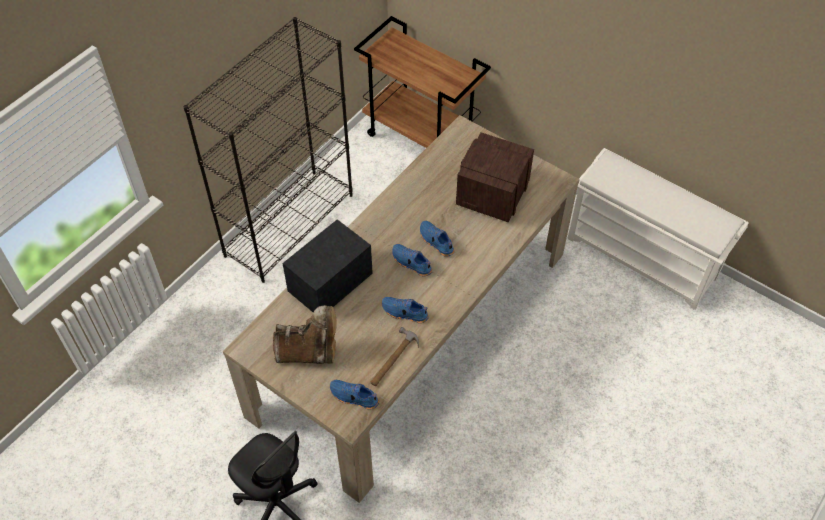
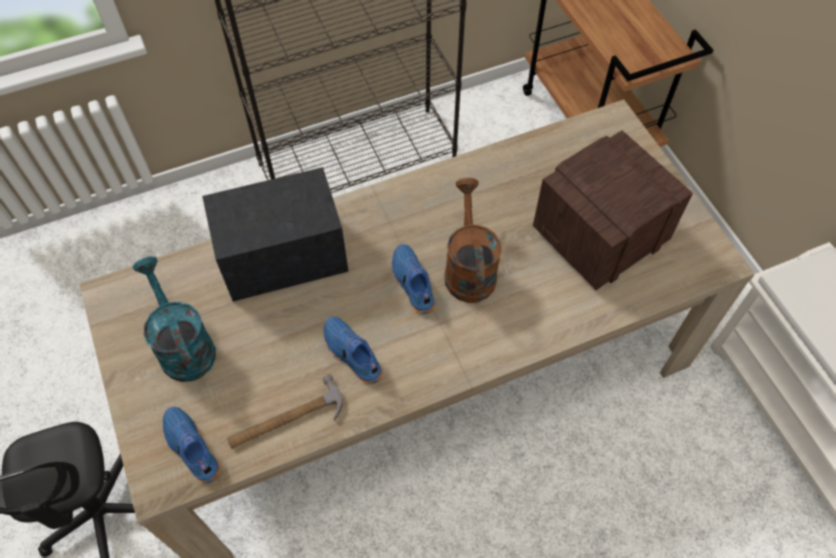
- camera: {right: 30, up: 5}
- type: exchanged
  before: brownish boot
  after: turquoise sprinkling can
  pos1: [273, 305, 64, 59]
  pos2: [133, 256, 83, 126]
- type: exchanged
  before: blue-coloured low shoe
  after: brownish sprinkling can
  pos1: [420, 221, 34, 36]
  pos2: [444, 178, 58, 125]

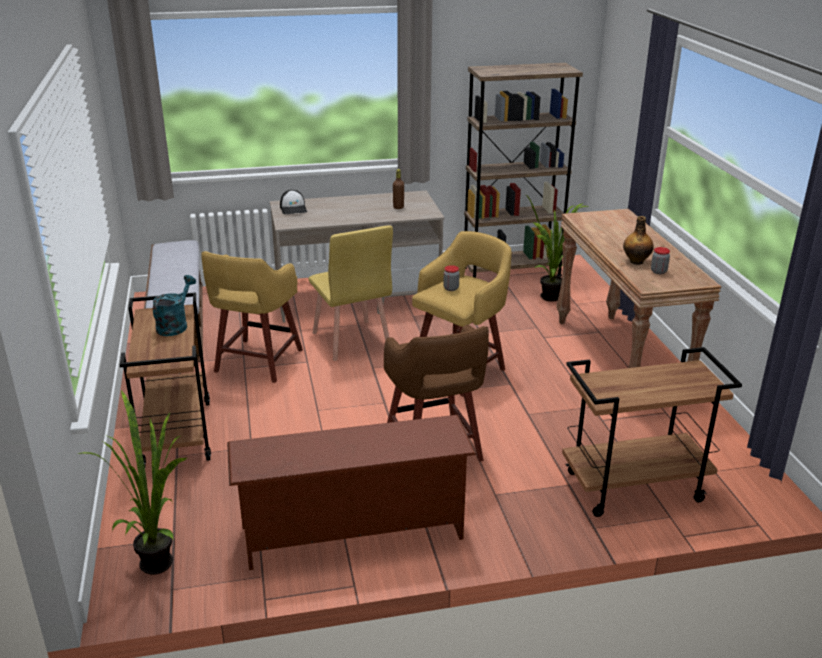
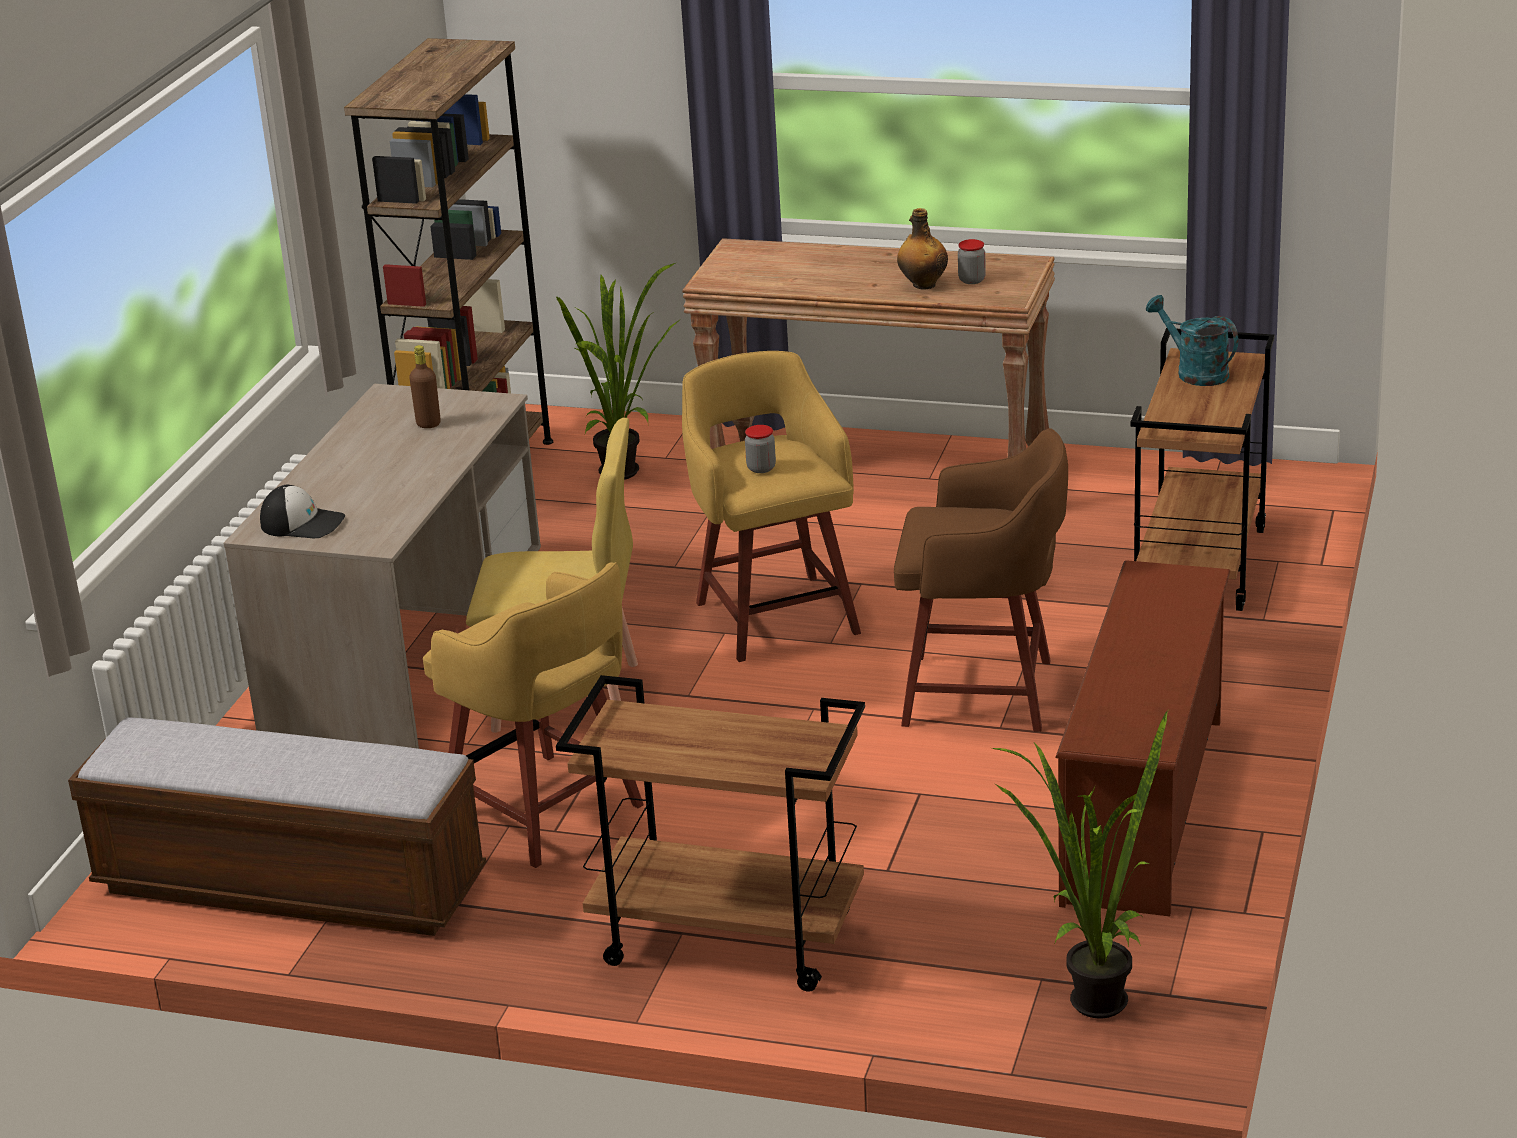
- camera: {right: -60, up: 0}
- type: relocated
  before: turquoise sprinkling can
  pos1: [153, 275, 43, 61]
  pos2: [1146, 295, 92, 91]

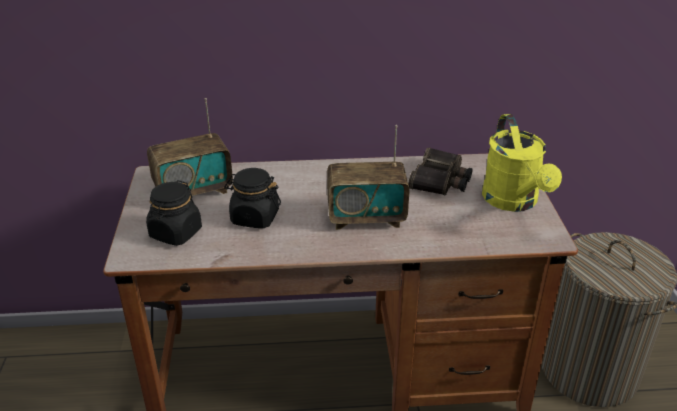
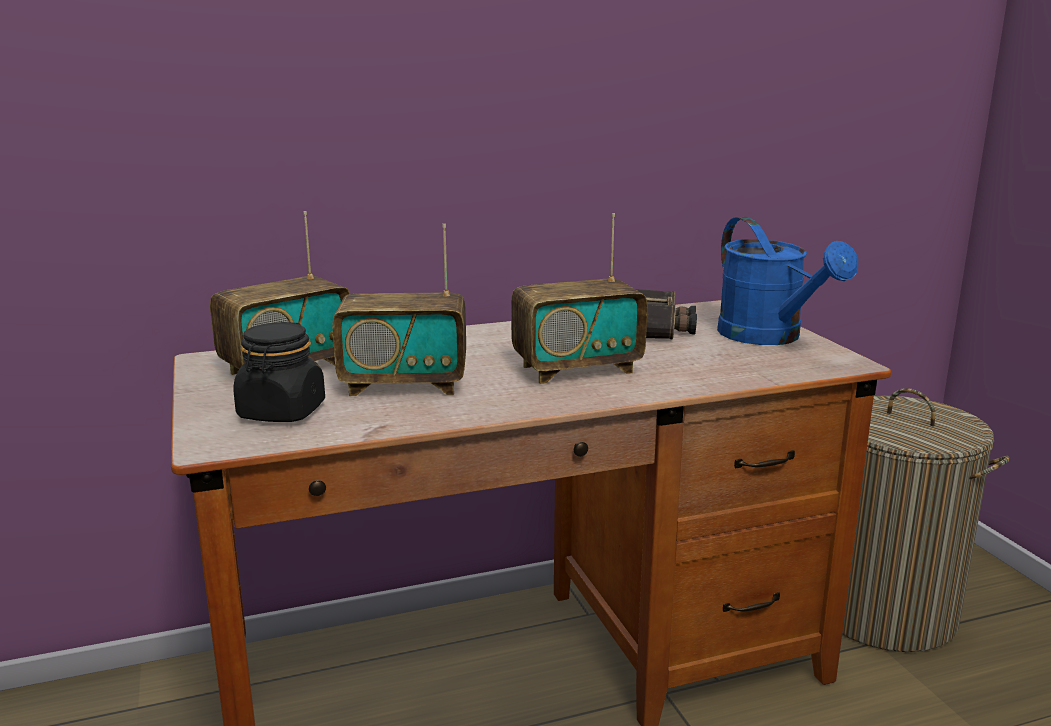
- camera: {right: -15, up: -15}
- type: exchanged
  before: black-coloured preserve jar
  after: radio set
  pos1: [224, 168, 57, 60]
  pos2: [332, 224, 134, 172]
- type: colour
  before: yellowish sprinkling can
  after: blue-coloured sprinkling can
  pos1: [482, 114, 80, 98]
  pos2: [717, 217, 141, 128]

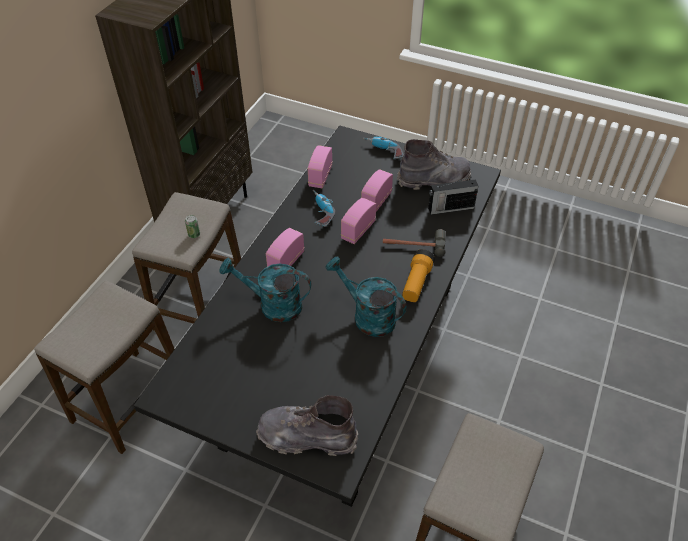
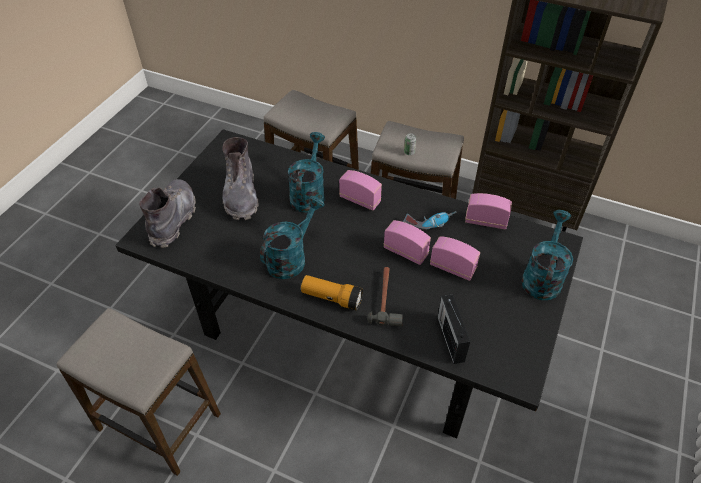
- camera: {right: 90, up: 0}
- type: relocated
  before: greyish boot
  pos1: [397, 139, 74, 51]
  pos2: [222, 137, 36, 83]
- type: exchanged
  before: electric drill
  after: turquoise sprinkling can
  pos1: [363, 137, 41, 22]
  pos2: [521, 210, 52, 90]

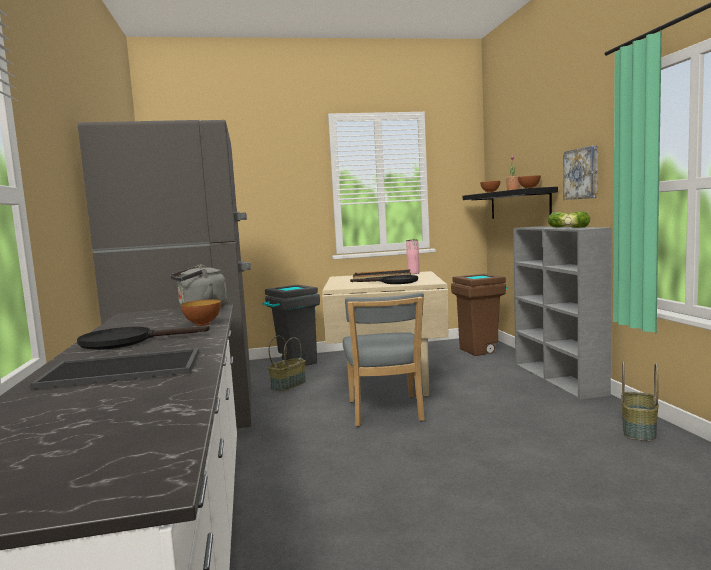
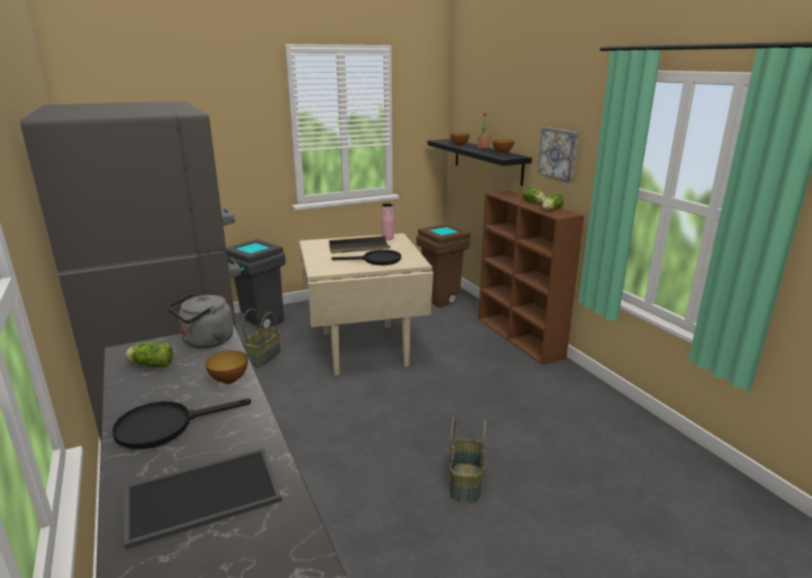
- camera: {right: -15, up: 15}
- type: appeared
  after: head of lettuce
  pos2: [125, 342, 48, 25]
- type: relocated
  before: basket
  pos1: [621, 361, 38, 80]
  pos2: [449, 416, 37, 86]
- type: colour
  before: greyish bookshelf
  after: brownish bookshelf
  pos1: [513, 226, 99, 174]
  pos2: [478, 190, 106, 175]
- type: missing
  before: greyish upright chair
  pos1: [343, 293, 82, 134]

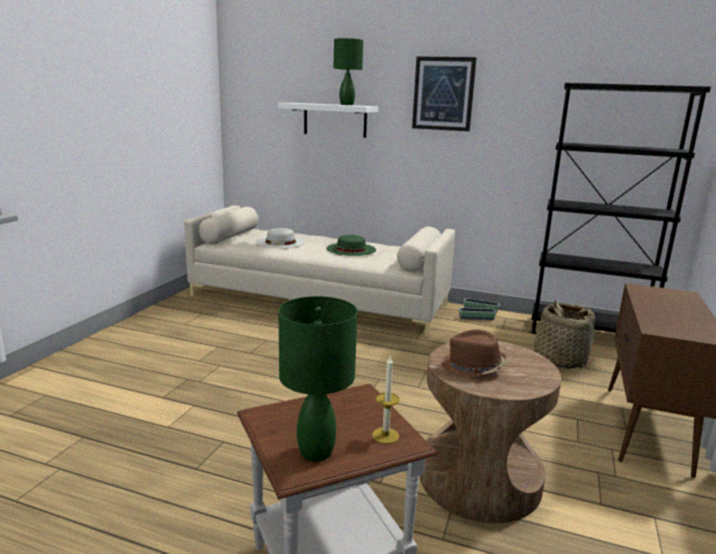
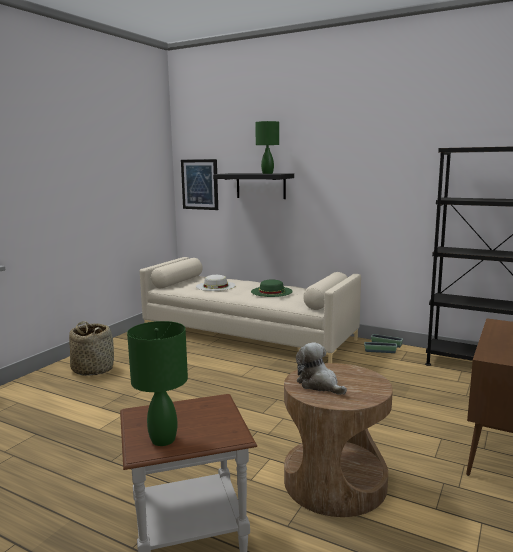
- camera: {right: 10, up: -5}
- type: relocated
  before: basket
  pos1: [532, 300, 63, 69]
  pos2: [69, 321, 45, 55]
- type: relocated
  before: picture
  pos1: [412, 56, 65, 75]
  pos2: [181, 159, 37, 51]
- type: colour
  before: whitish bracket shelf
  after: black-coloured bracket shelf
  pos1: [278, 103, 100, 35]
  pos2: [213, 173, 81, 26]
- type: exchanged
  before: brownish clothing hat
  after: cuddly toy
  pos1: [441, 330, 66, 47]
  pos2: [296, 342, 51, 53]
- type: missing
  before: wax candle
  pos1: [372, 355, 28, 89]

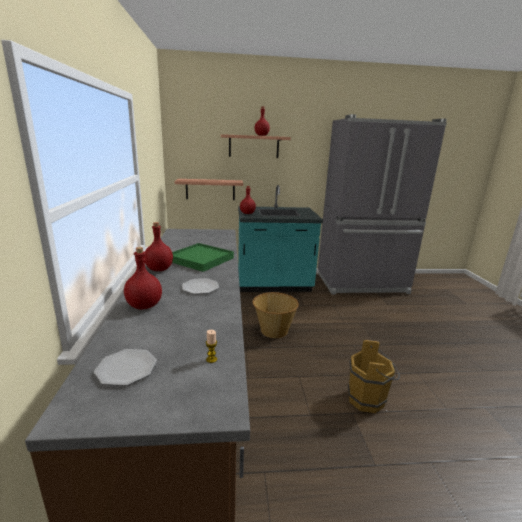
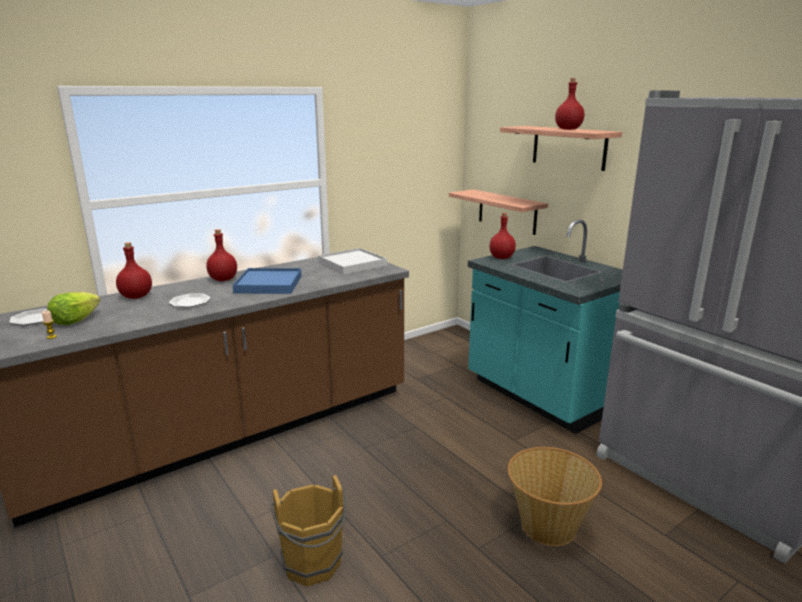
- camera: {right: 60, up: 0}
- type: appeared
  after: head of lettuce
  pos2: [47, 292, 53, 33]
- type: colour
  before: greenish carrying tray
  after: blue-coloured carrying tray
  pos1: [172, 243, 62, 29]
  pos2: [233, 268, 69, 26]
- type: appeared
  after: whitish carrying tray
  pos2: [318, 248, 69, 27]
- type: relocated
  before: basket
  pos1: [253, 292, 46, 46]
  pos2: [508, 447, 94, 99]

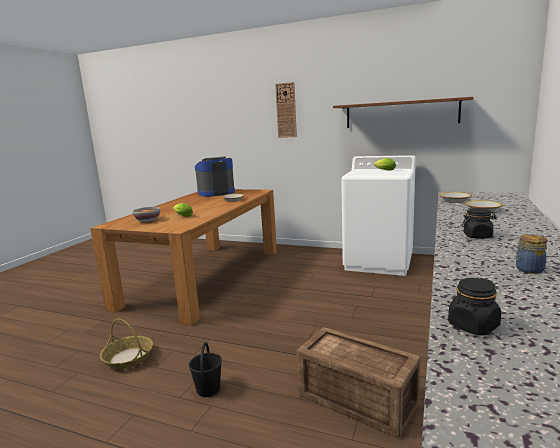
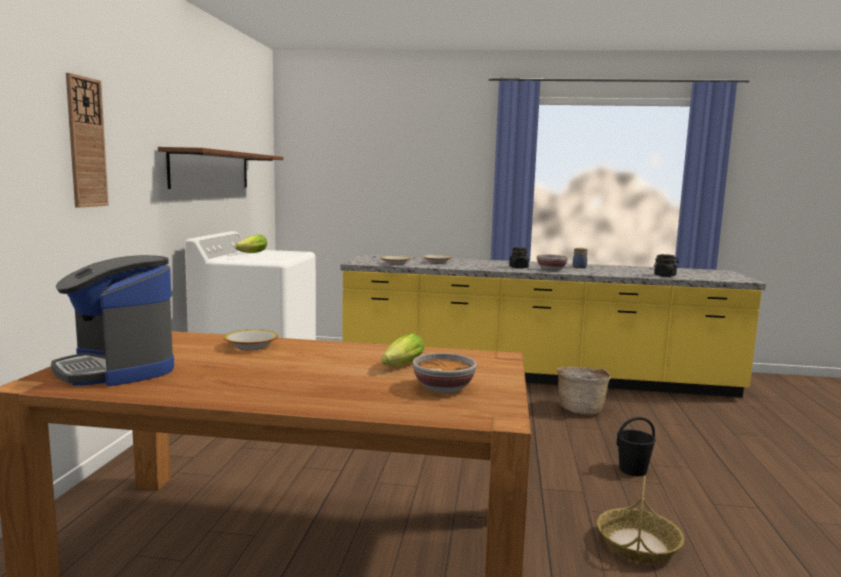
- camera: {right: -105, up: -5}
- type: appeared
  after: serving bowl
  pos2: [537, 254, 31, 16]
- type: exchanged
  before: crate
  after: basket
  pos1: [297, 327, 123, 111]
  pos2: [557, 367, 54, 47]

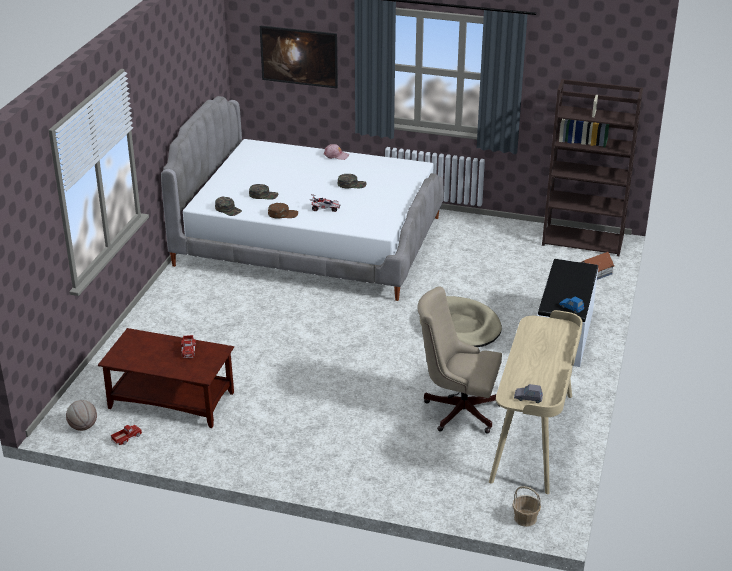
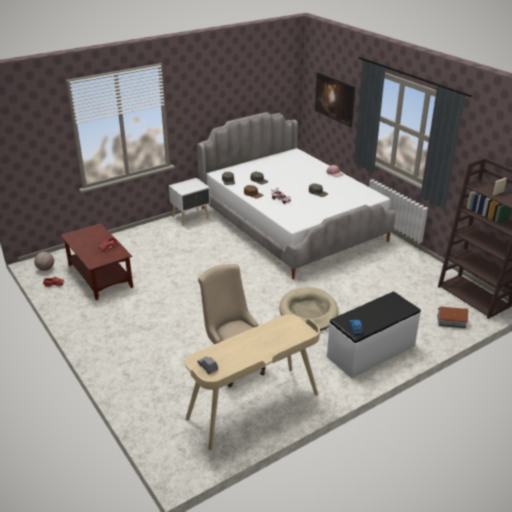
- camera: {right: 40, up: 0}
- type: appeared
  after: whitish nightstand
  pos2: [169, 178, 41, 48]
- type: missing
  before: basket
  pos1: [512, 486, 29, 41]

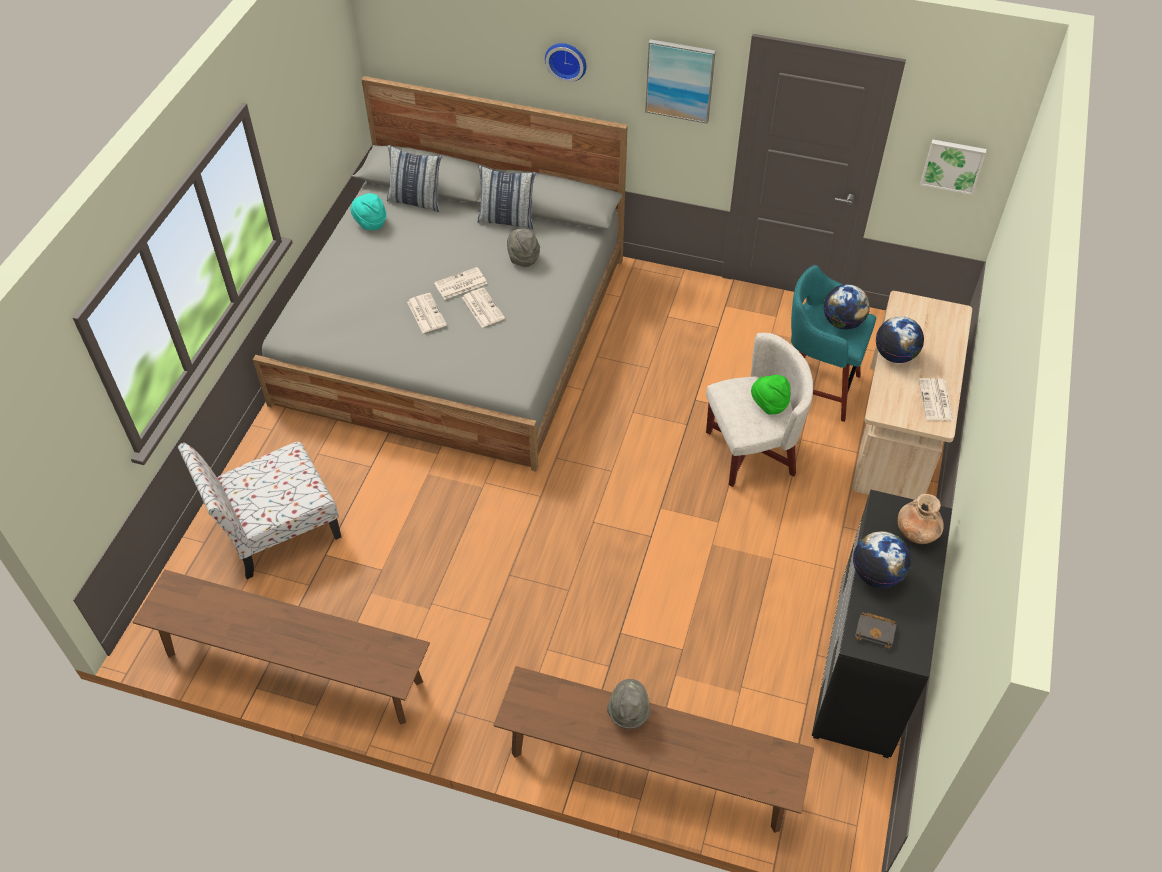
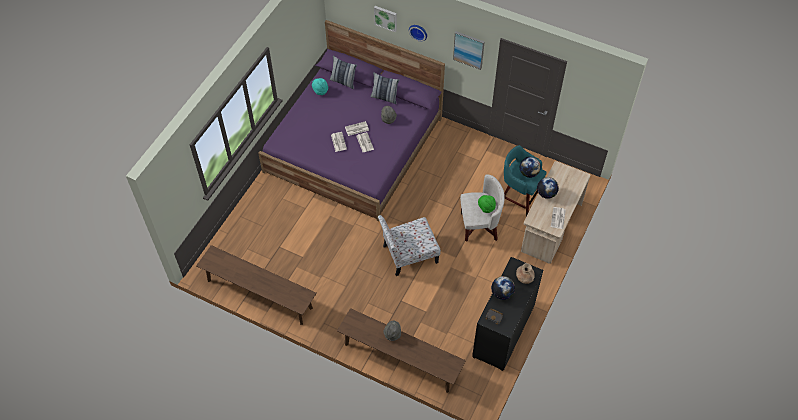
- camera: {right: 10, up: 5}
- type: colour
  before: greyish bed
  after: purple bed
  pos1: [253, 76, 375, 396]
  pos2: [258, 20, 187, 201]
- type: relocated
  before: picture
  pos1: [920, 139, 66, 56]
  pos2: [374, 6, 23, 26]
- type: relocated
  before: upright chair
  pos1: [178, 442, 163, 137]
  pos2: [378, 215, 63, 61]

